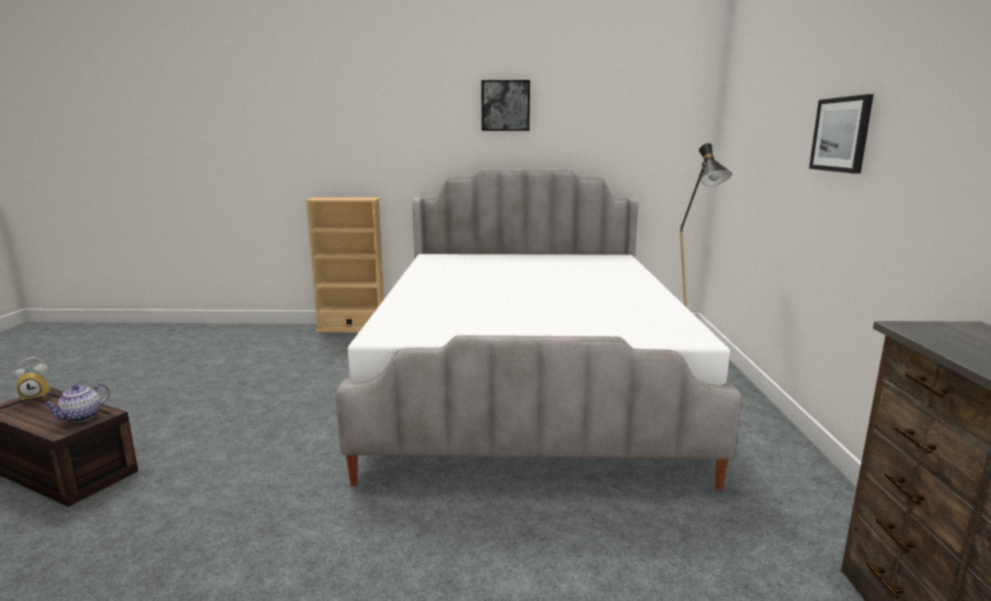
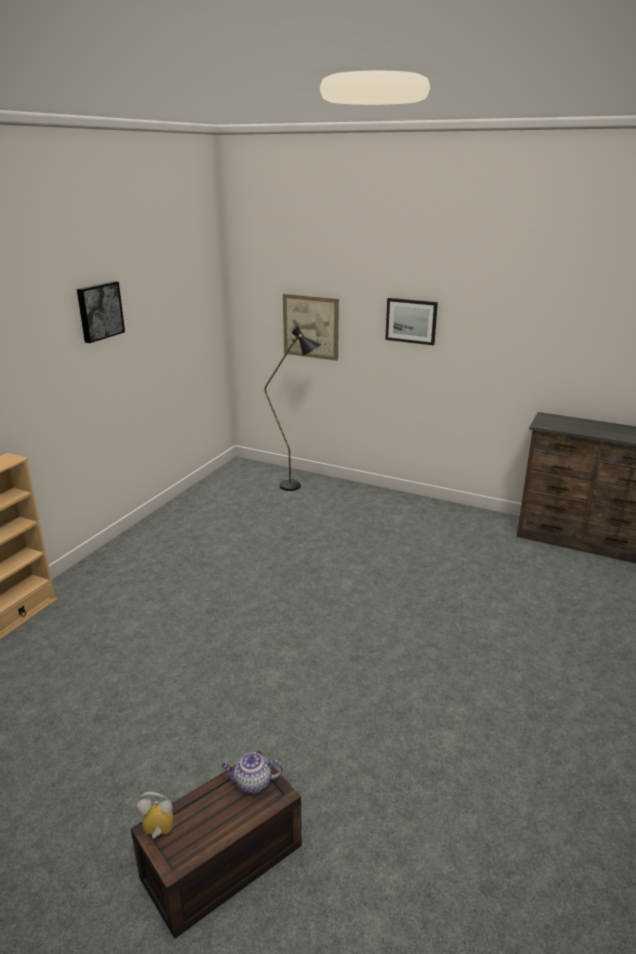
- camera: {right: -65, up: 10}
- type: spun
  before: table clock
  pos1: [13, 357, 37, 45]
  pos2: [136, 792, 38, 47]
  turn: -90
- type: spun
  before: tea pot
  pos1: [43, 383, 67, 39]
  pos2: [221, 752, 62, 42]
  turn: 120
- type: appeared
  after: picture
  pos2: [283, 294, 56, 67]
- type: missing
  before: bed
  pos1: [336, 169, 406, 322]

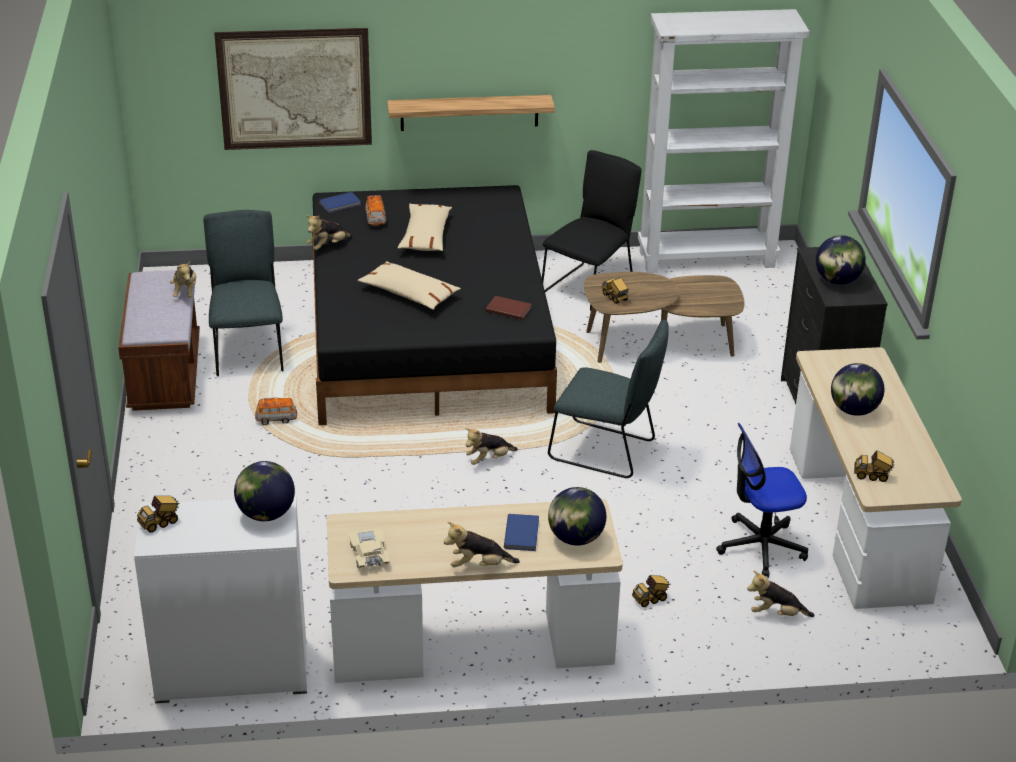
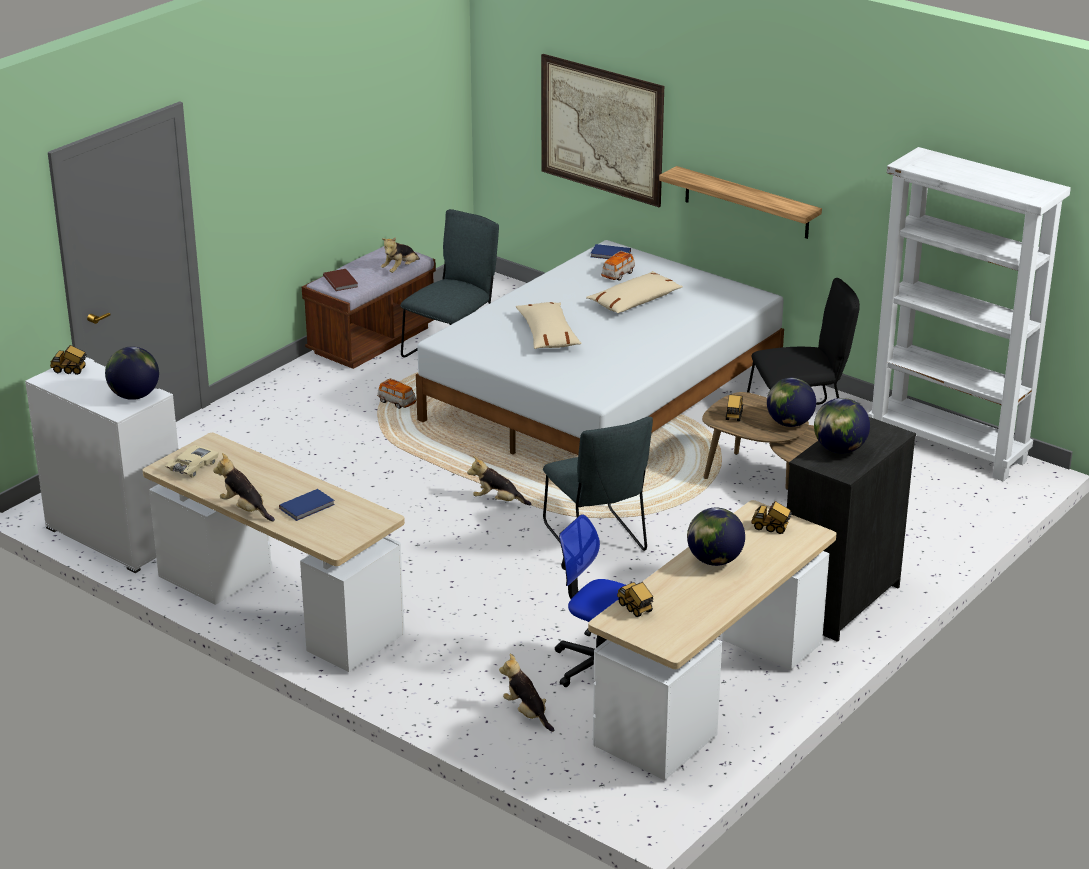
- camera: {right: 45, up: -5}
- type: relocated
  before: brownish bound book
  pos1: [486, 296, 45, 24]
  pos2: [323, 269, 35, 22]
- type: colour
  before: black-coloured bed
  after: whitish bed
  pos1: [312, 185, 245, 240]
  pos2: [416, 240, 368, 215]
- type: relocated
  before: model truck
  pos1: [632, 575, 39, 32]
  pos2: [751, 501, 42, 33]
- type: relocated
  before: globe
  pos1: [548, 487, 58, 58]
  pos2: [767, 378, 49, 49]
- type: missing
  before: cuddly toy
  pos1: [306, 215, 47, 35]

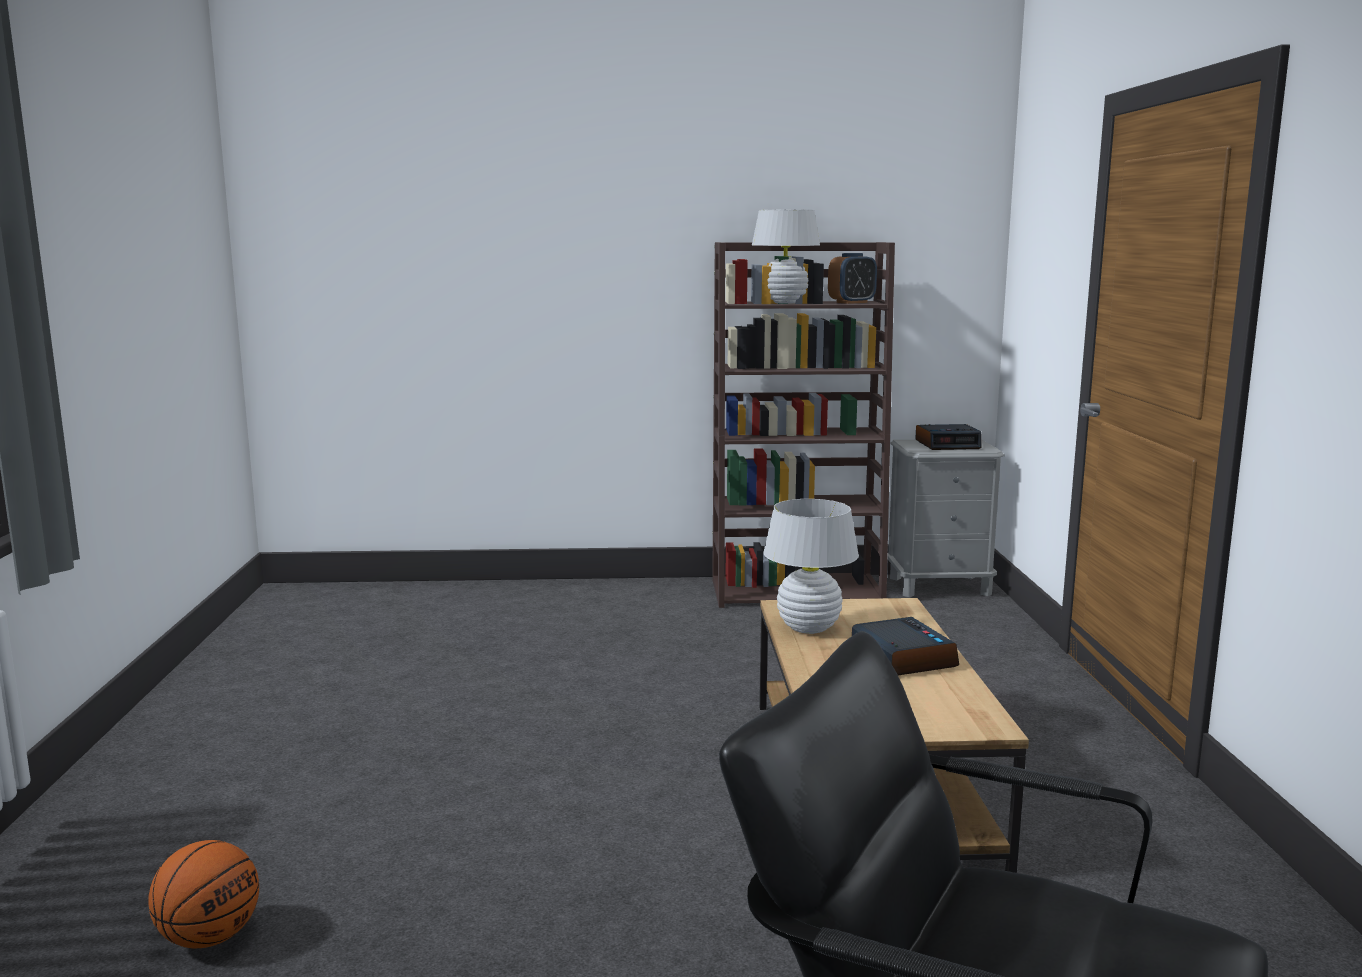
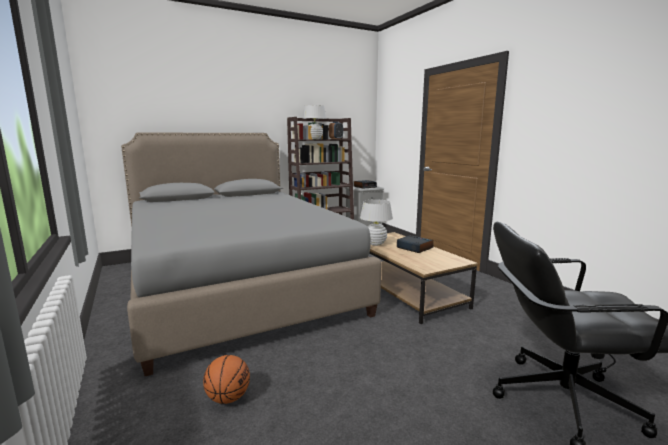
- camera: {right: -25, up: 0}
- type: appeared
  after: greyish bed
  pos2: [121, 132, 261, 244]

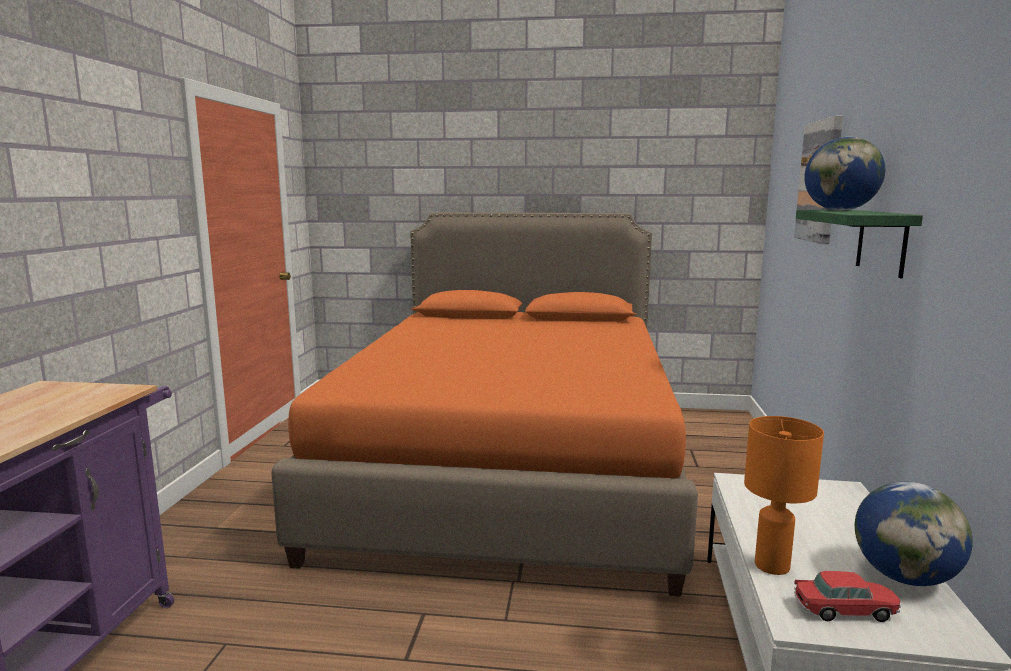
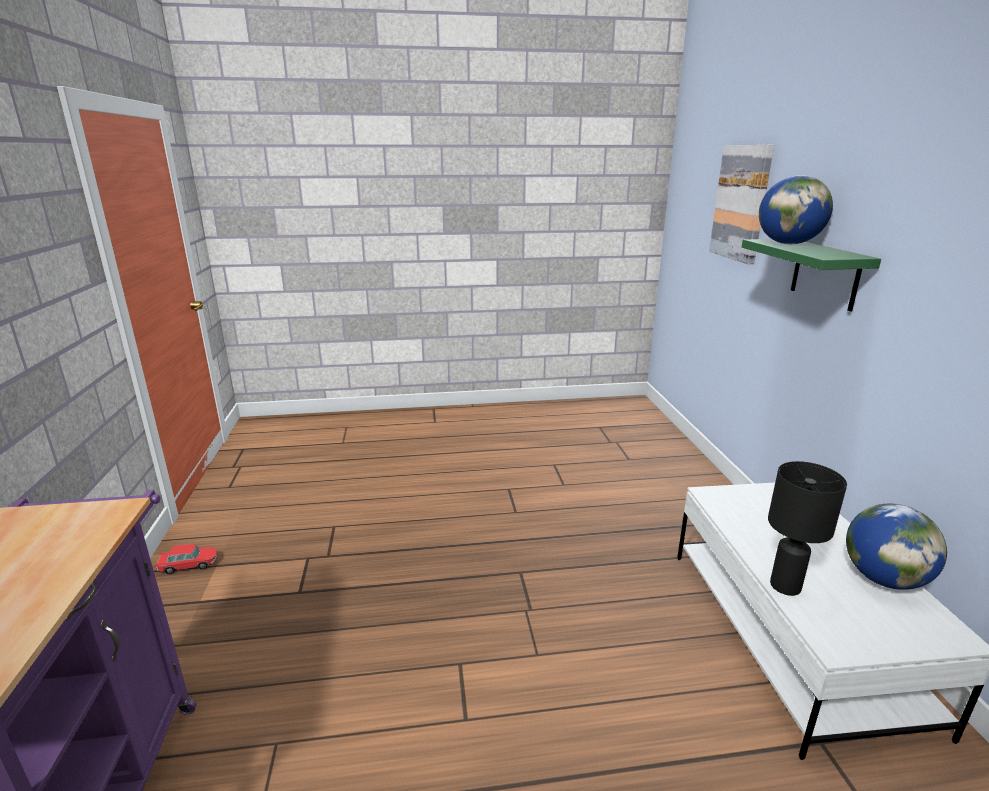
- camera: {right: -15, up: 10}
- type: relocated
  before: miniature car
  pos1: [794, 571, 106, 51]
  pos2: [155, 544, 62, 30]
- type: colour
  before: orangey table lamp
  after: black-coloured table lamp
  pos1: [744, 416, 80, 159]
  pos2: [768, 461, 79, 135]
- type: missing
  before: orangey bed
  pos1: [271, 212, 427, 385]

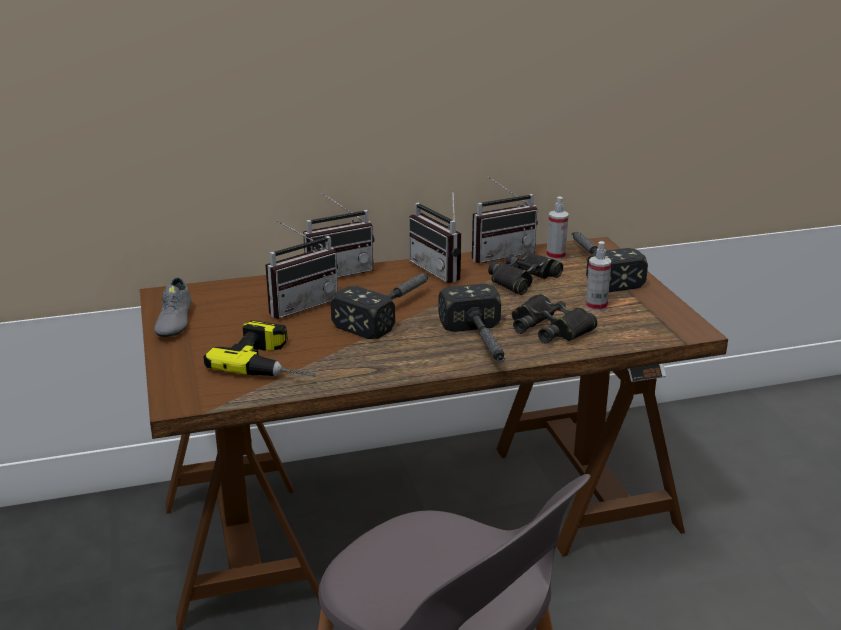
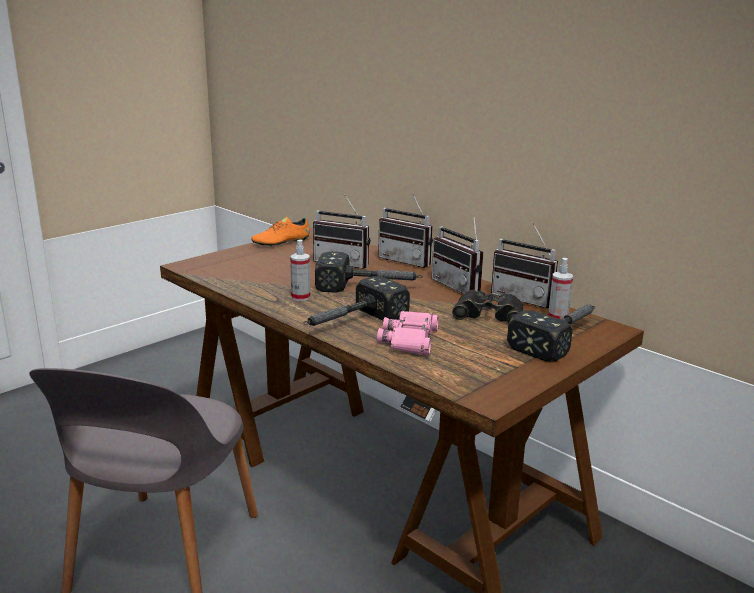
- camera: {right: 60, up: -5}
- type: colour
  before: greyish low shoe
  after: orangey low shoe
  pos1: [154, 277, 38, 60]
  pos2: [251, 217, 59, 30]
- type: relocated
  before: sprayer
  pos1: [585, 241, 27, 71]
  pos2: [290, 240, 20, 61]
- type: colour
  before: black-coloured field glasses
  after: pink field glasses
  pos1: [512, 294, 86, 49]
  pos2: [377, 311, 62, 45]
- type: spun
  before: radio set
  pos1: [409, 188, 52, 95]
  pos2: [432, 214, 51, 80]
  turn: -60
- type: missing
  before: electric drill
  pos1: [203, 320, 113, 57]

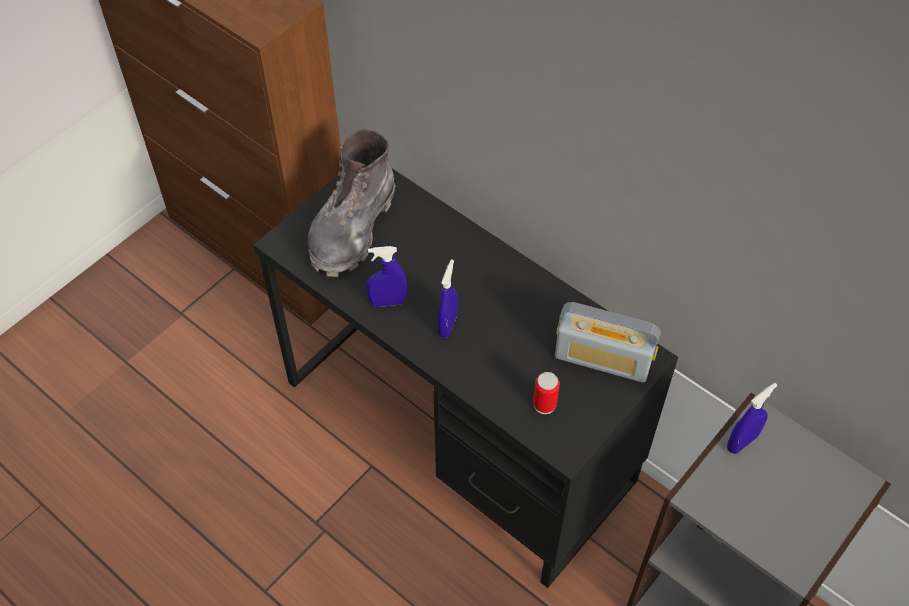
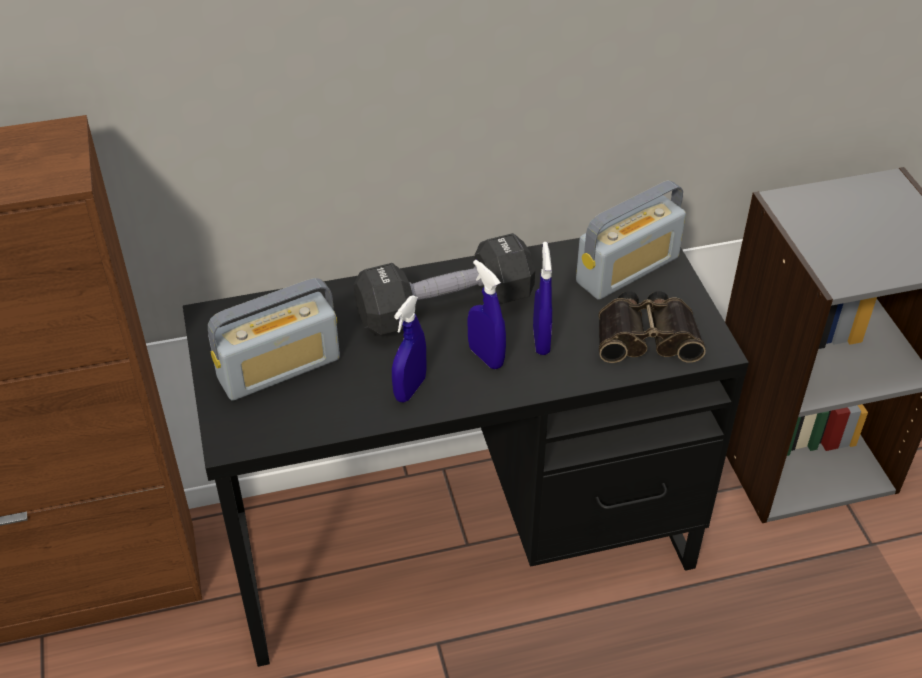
- camera: {right: -55, up: -10}
- type: exchanged
  before: greyish boot
  after: radio set
  pos1: [308, 130, 88, 147]
  pos2: [208, 278, 132, 123]
- type: appeared
  after: black-coloured free weight
  pos2: [354, 233, 181, 103]
- type: relocated
  before: blue-coloured sprayer
  pos1: [727, 383, 50, 71]
  pos2: [533, 242, 19, 113]
- type: exchanged
  before: can
  after: field glasses
  pos1: [533, 372, 27, 42]
  pos2: [599, 291, 107, 72]

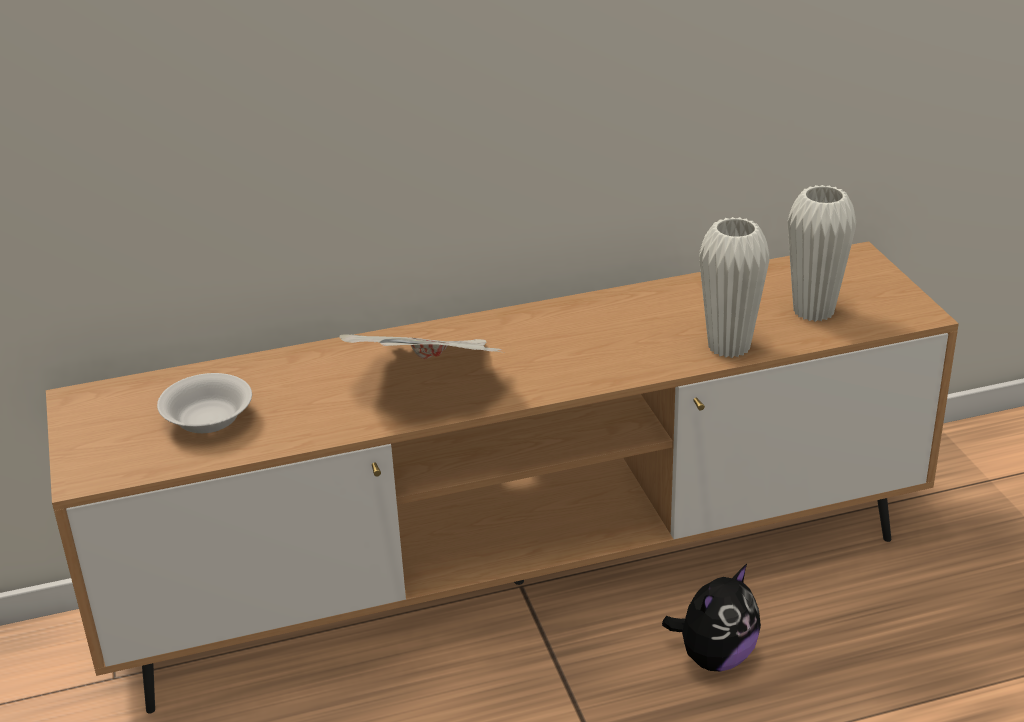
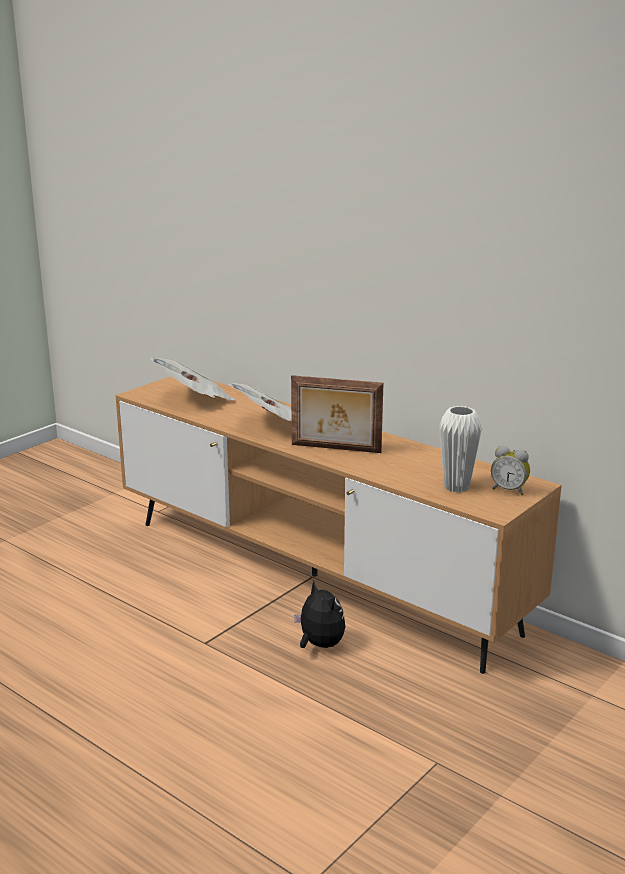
- camera: {right: 55, up: -10}
- type: exchanged
  before: whitish serving bowl
  after: printed paper
  pos1: [157, 373, 95, 60]
  pos2: [149, 358, 86, 42]
- type: appeared
  after: picture frame
  pos2: [291, 375, 92, 78]
- type: spun
  before: cuddly toy
  pos1: [662, 564, 99, 107]
  pos2: [294, 581, 52, 67]
  turn: -135
- type: appeared
  after: table clock
  pos2: [491, 446, 39, 49]
- type: missing
  before: whitish vase
  pos1: [699, 217, 71, 141]

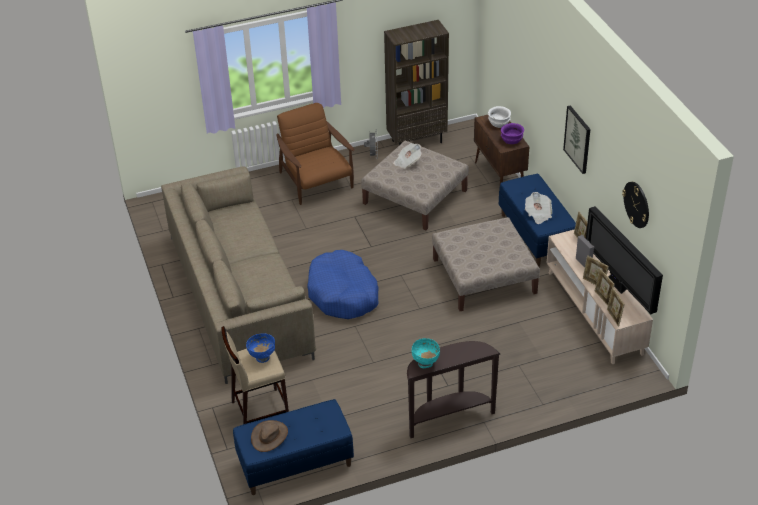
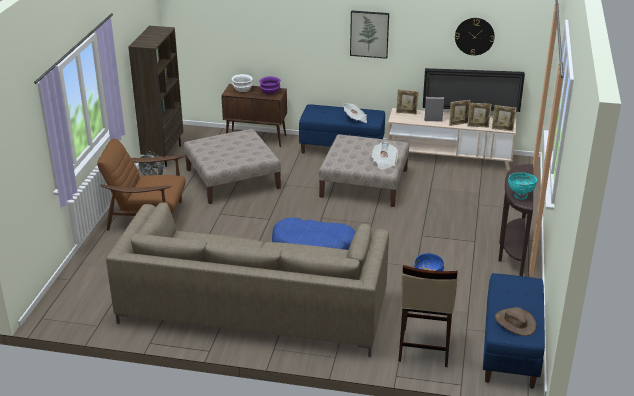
- camera: {right: -60, up: -10}
- type: relocated
  before: printed paper
  pos1: [393, 143, 29, 26]
  pos2: [371, 142, 27, 27]

